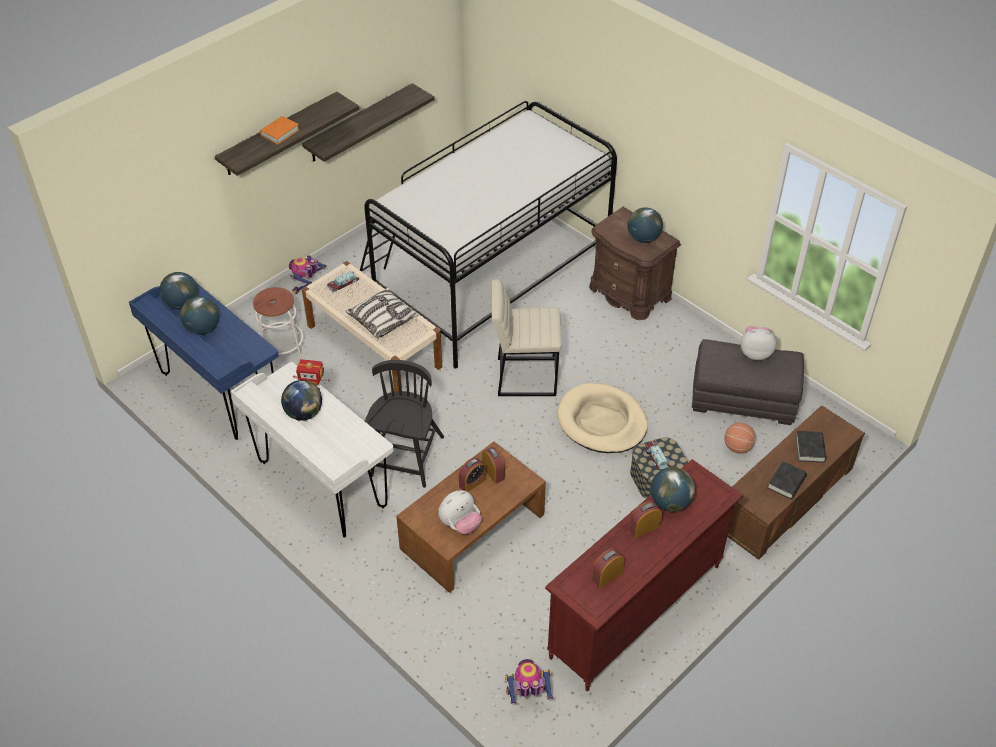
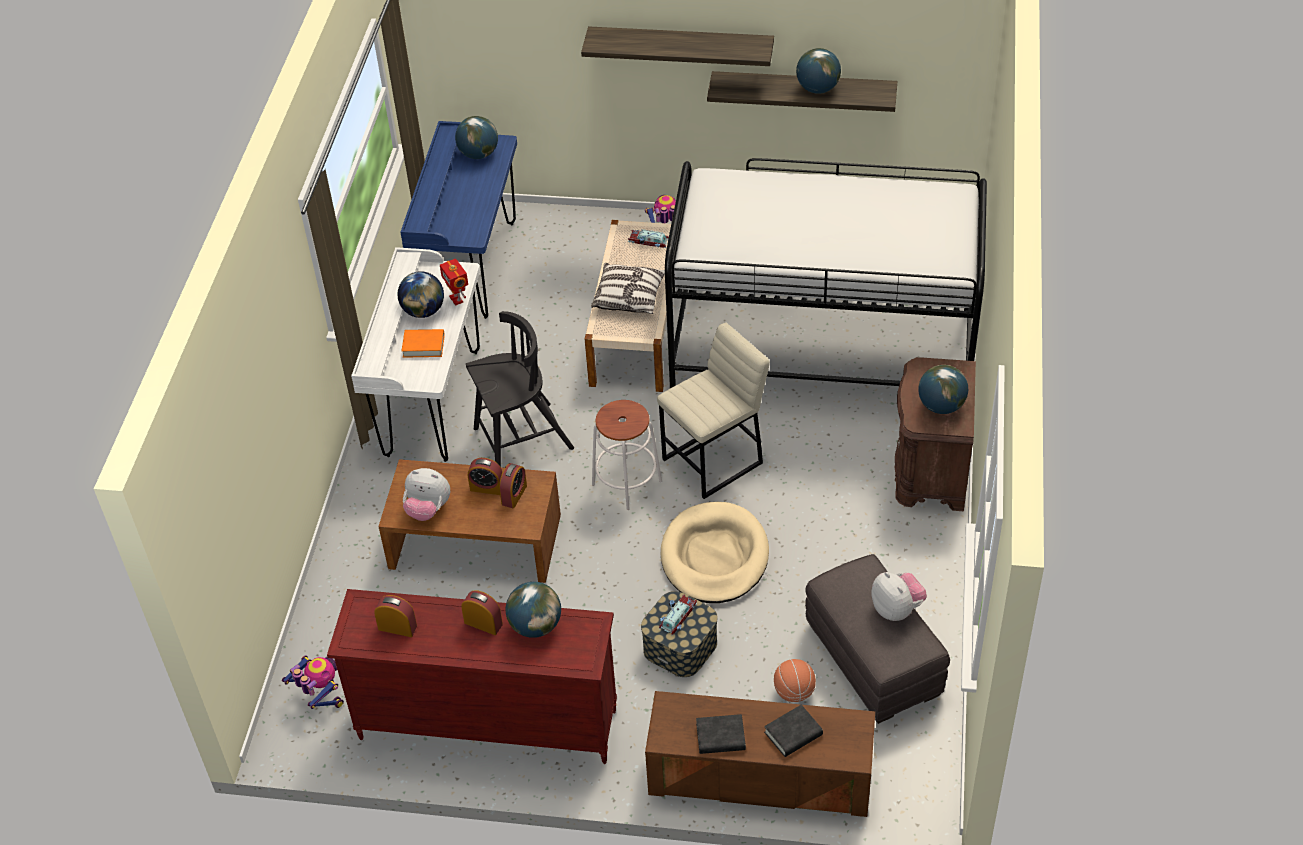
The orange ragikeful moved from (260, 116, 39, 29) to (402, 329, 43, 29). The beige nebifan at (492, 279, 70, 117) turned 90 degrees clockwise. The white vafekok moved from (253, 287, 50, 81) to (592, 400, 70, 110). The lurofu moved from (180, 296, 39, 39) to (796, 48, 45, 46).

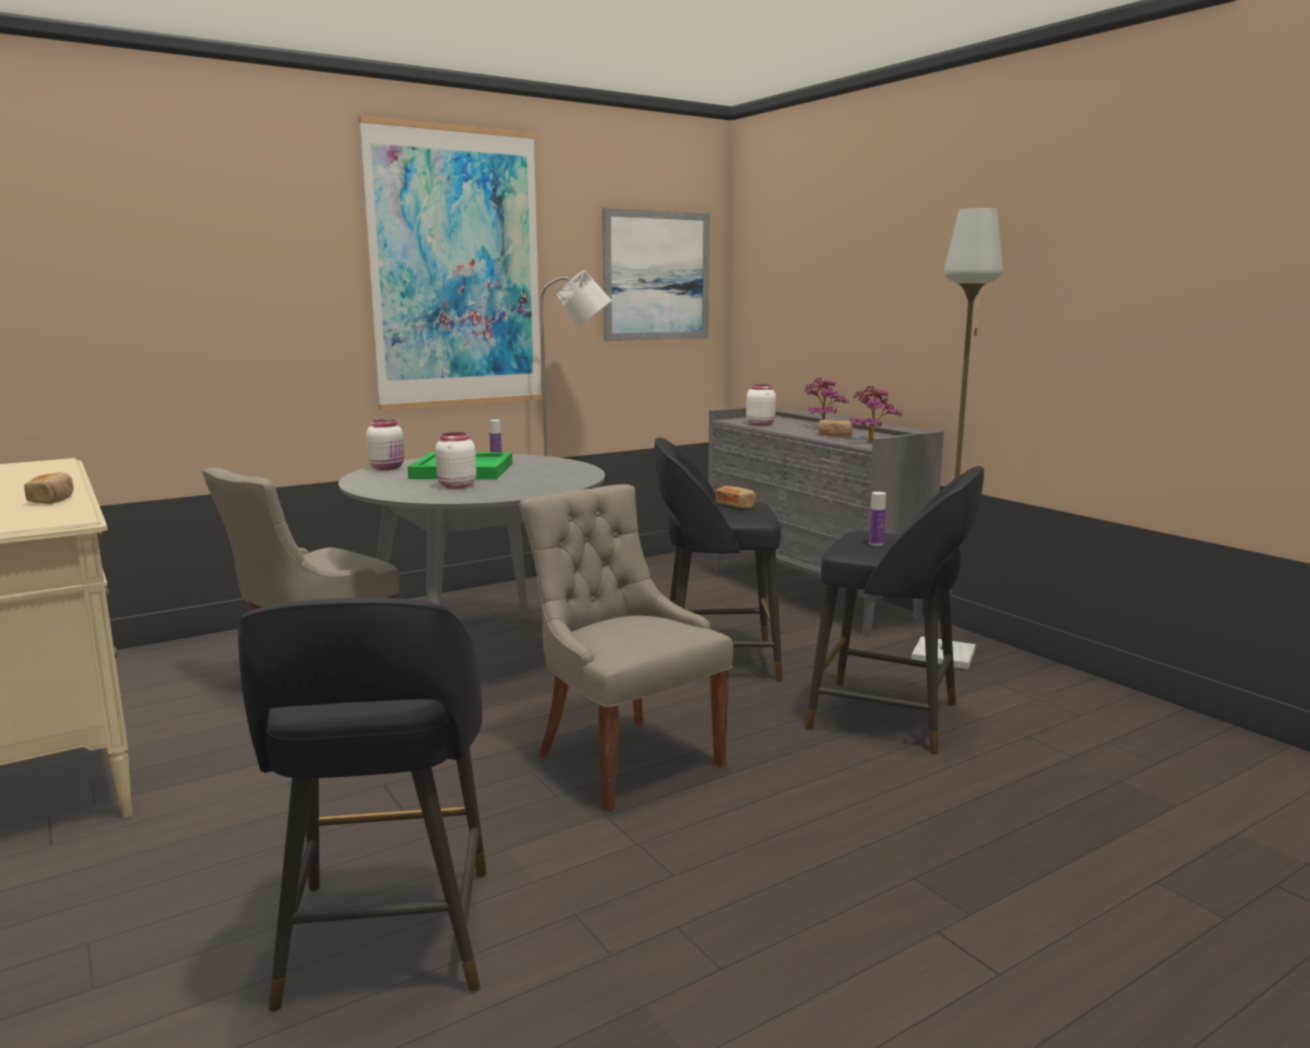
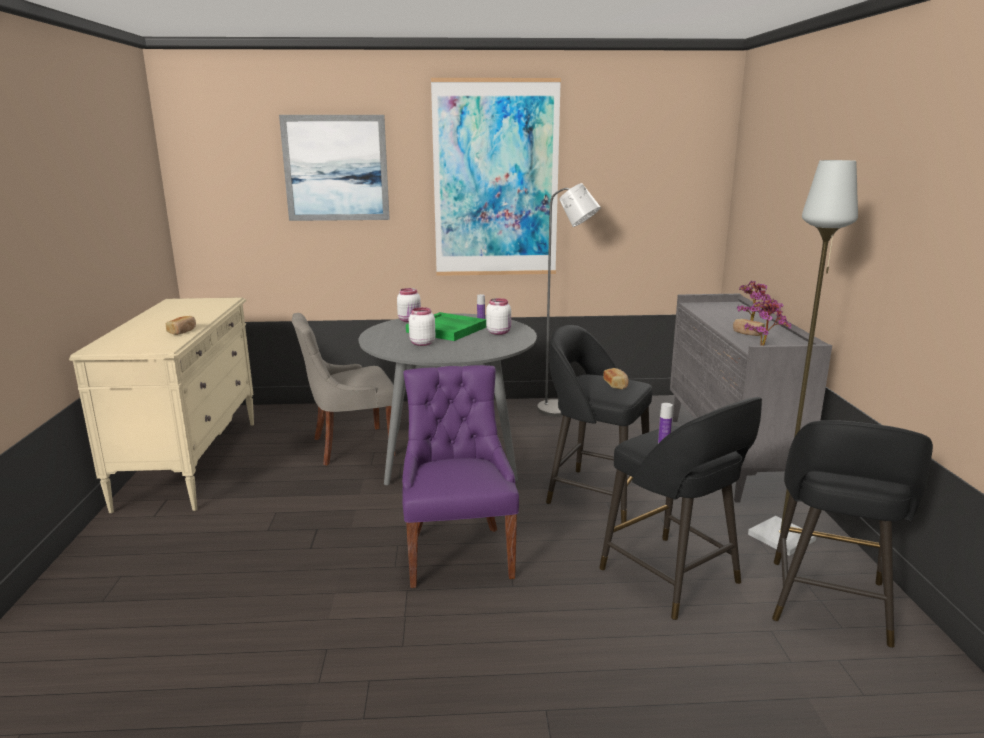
The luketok moved from (602, 208, 108, 133) to (279, 115, 111, 106). The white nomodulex moved from (746, 384, 30, 42) to (486, 298, 25, 37). The grey nebifan at (519, 484, 214, 328) became the purple nebifan at (402, 365, 117, 223). The black vafekok moved from (238, 597, 248, 415) to (772, 420, 161, 228).

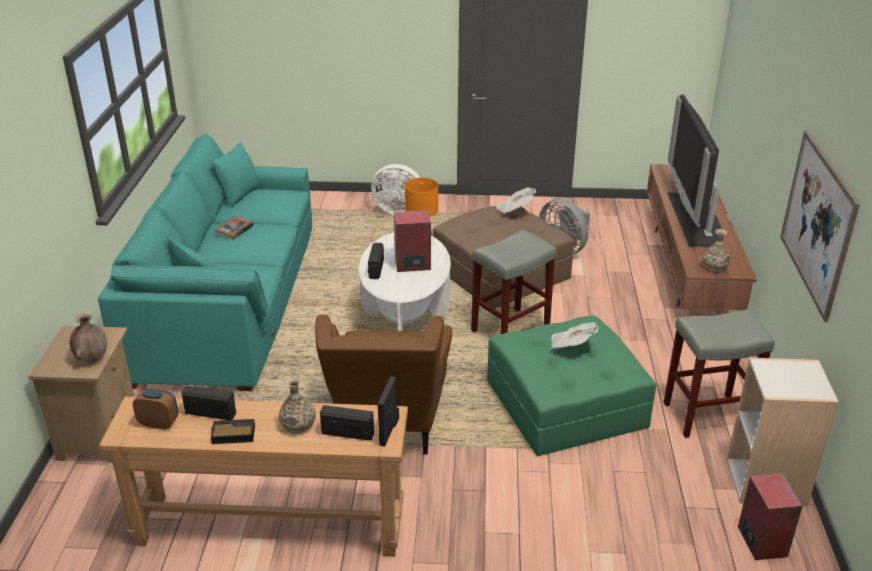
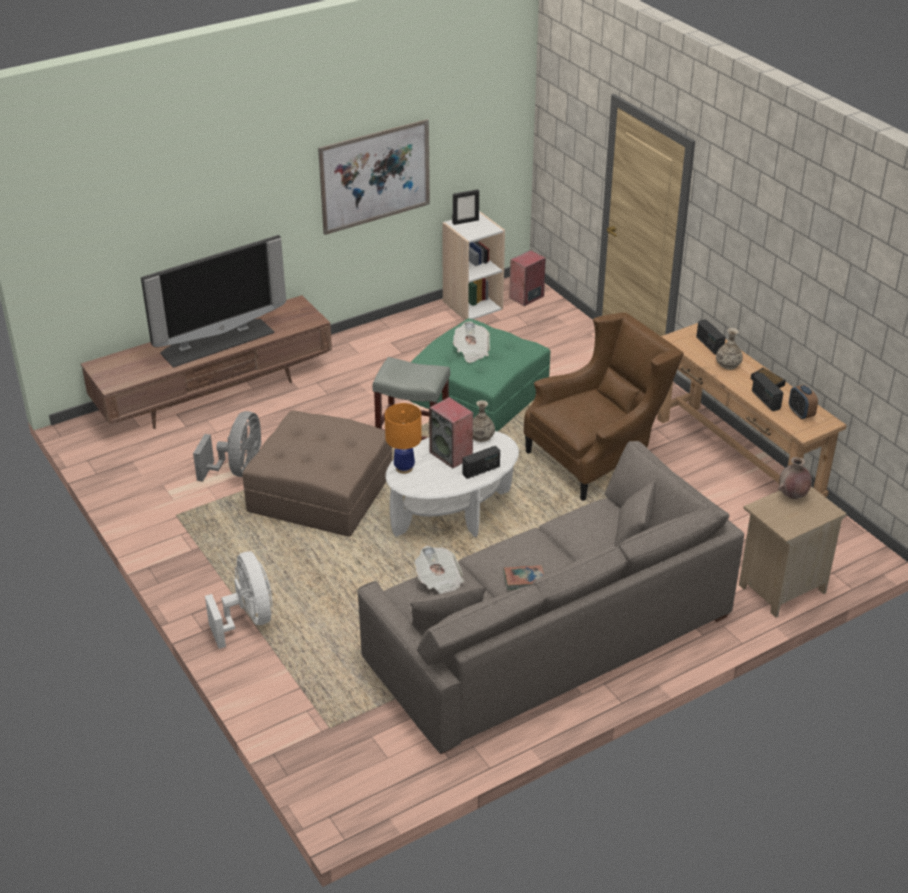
The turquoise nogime at (98, 133, 214, 258) became the grey nogime at (357, 441, 387, 313). The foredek moved from (496, 187, 40, 27) to (415, 546, 49, 48). The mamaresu moved from (703, 229, 27, 43) to (473, 400, 22, 42). The grey vafekok at (663, 309, 111, 129) disappeared. The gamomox moved from (378, 376, 21, 71) to (452, 189, 27, 36).

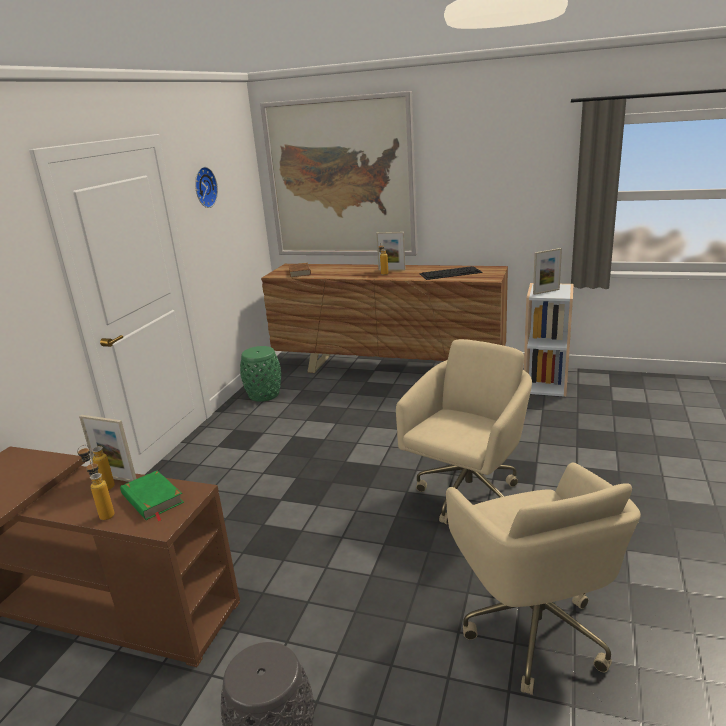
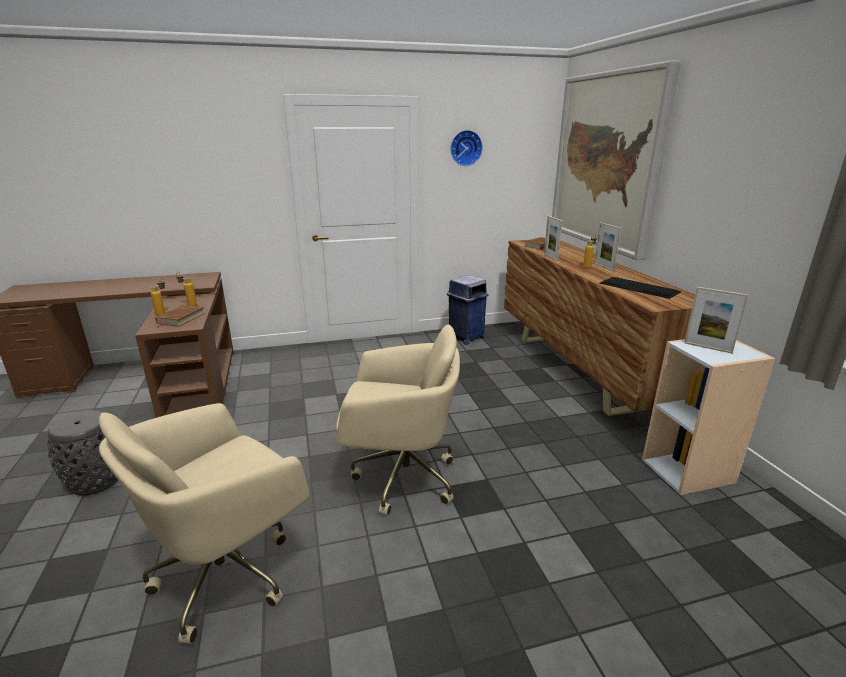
The green vafekok at (240, 346, 41, 56) was replaced by the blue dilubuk at (447, 275, 41, 70). The gamomox moved from (79, 415, 58, 67) to (544, 216, 18, 45). The green ragikeful at (120, 470, 64, 52) became the brown ragikeful at (155, 305, 50, 23).

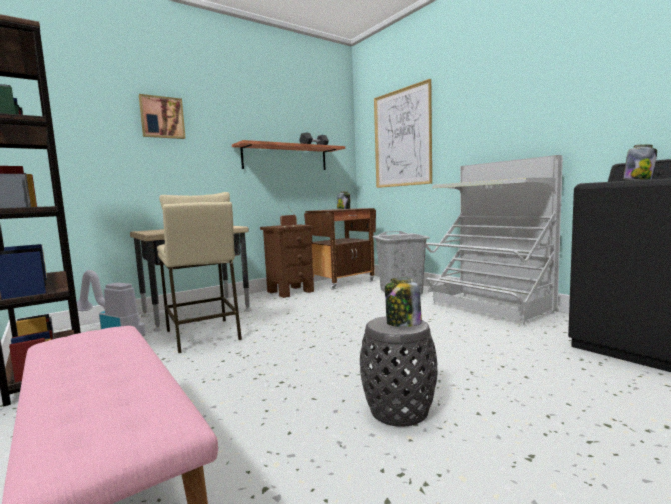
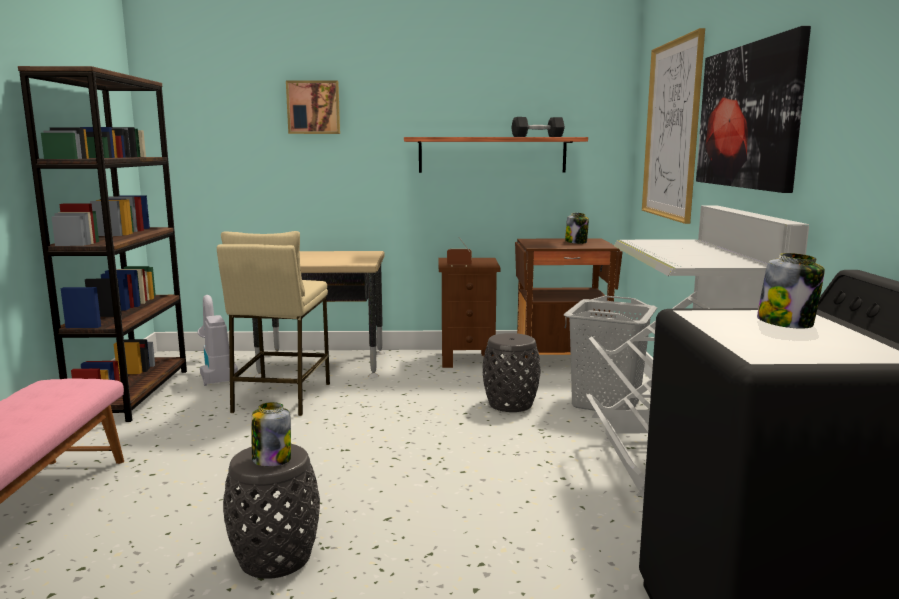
The luketok at (696, 26, 115, 167) appeared. The grey vafekok at (483, 333, 58, 79) appeared.

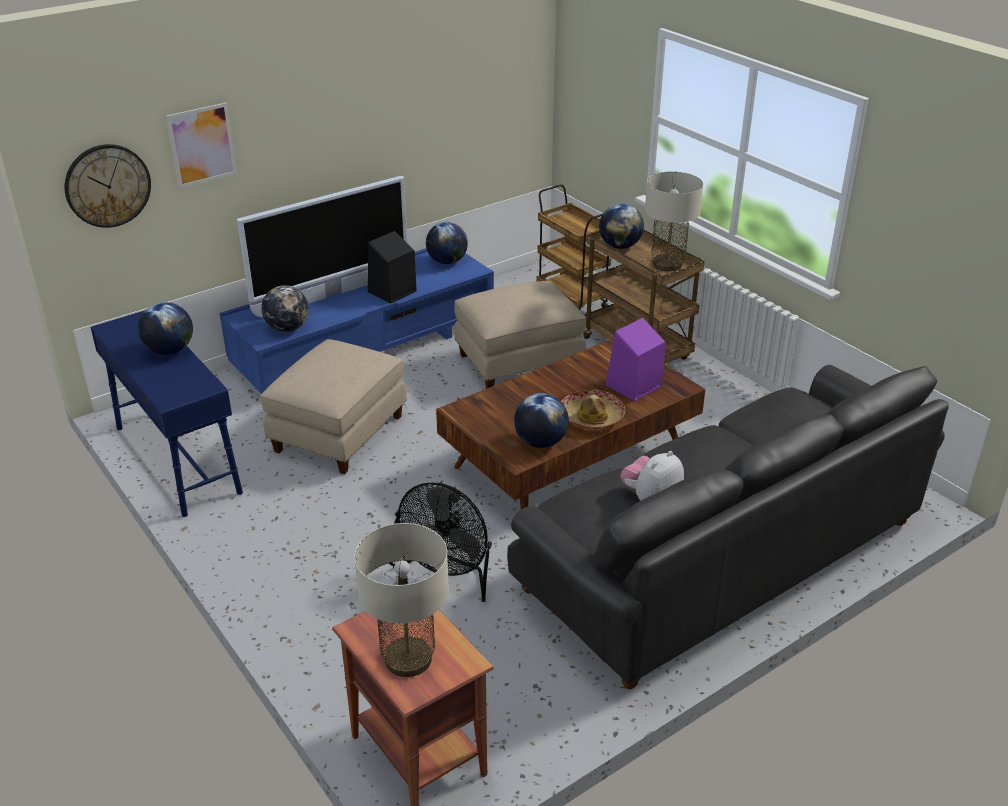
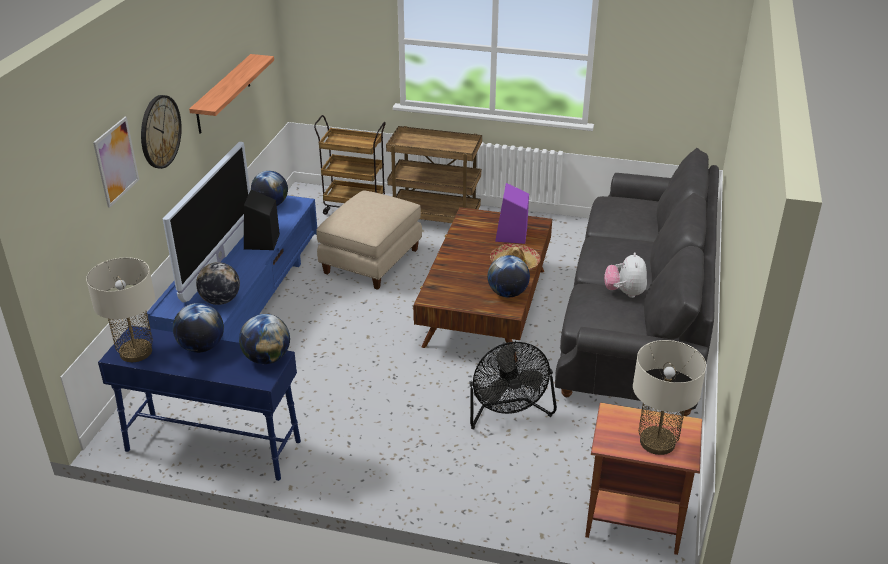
The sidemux moved from (64, 144, 87, 84) to (141, 95, 41, 74). The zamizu moved from (645, 171, 58, 100) to (86, 257, 69, 105). The lurofu moved from (599, 204, 45, 45) to (239, 314, 51, 50). The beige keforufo at (261, 339, 146, 135) disappeared. The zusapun at (189, 54, 85, 80) appeared.

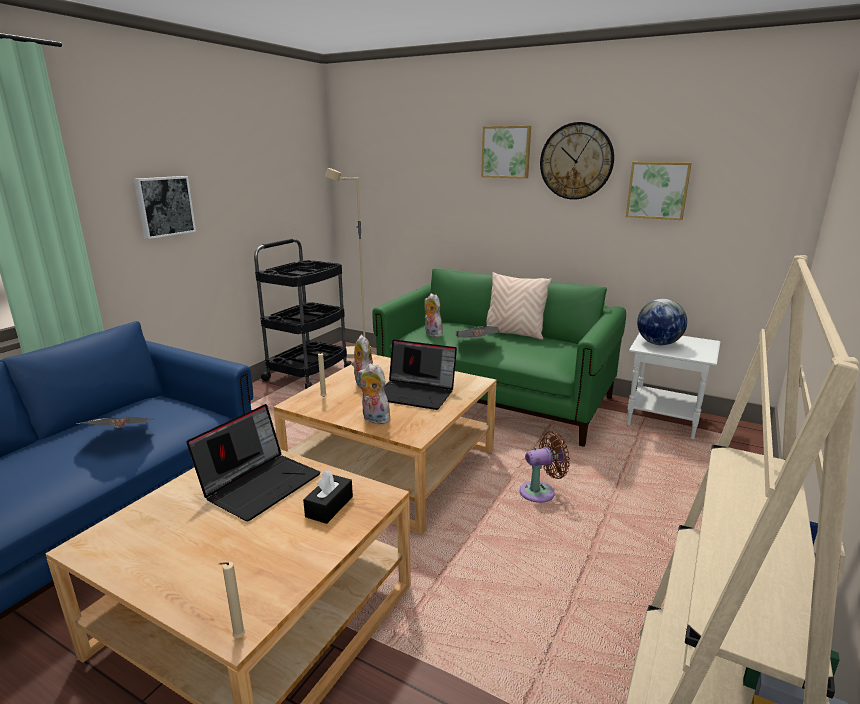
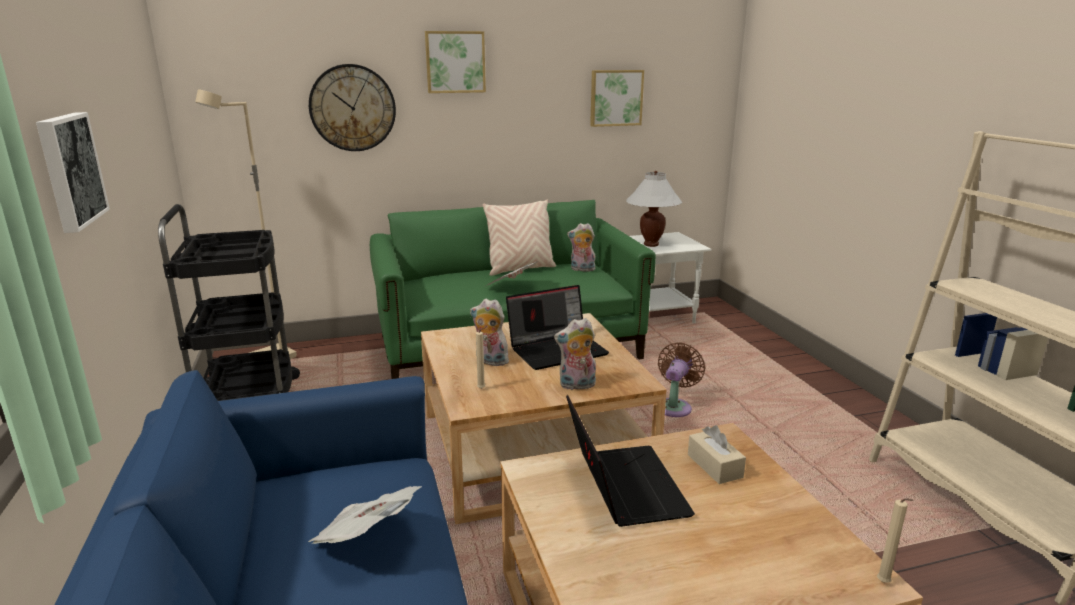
The sidemux moved from (540, 122, 74, 78) to (309, 64, 87, 87). The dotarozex moved from (424, 293, 19, 44) to (567, 223, 28, 49). The lurofu at (637, 299, 50, 46) was replaced by the white zamizu at (626, 171, 56, 76). The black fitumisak at (303, 470, 50, 54) became the beige fitumisak at (688, 425, 58, 59).

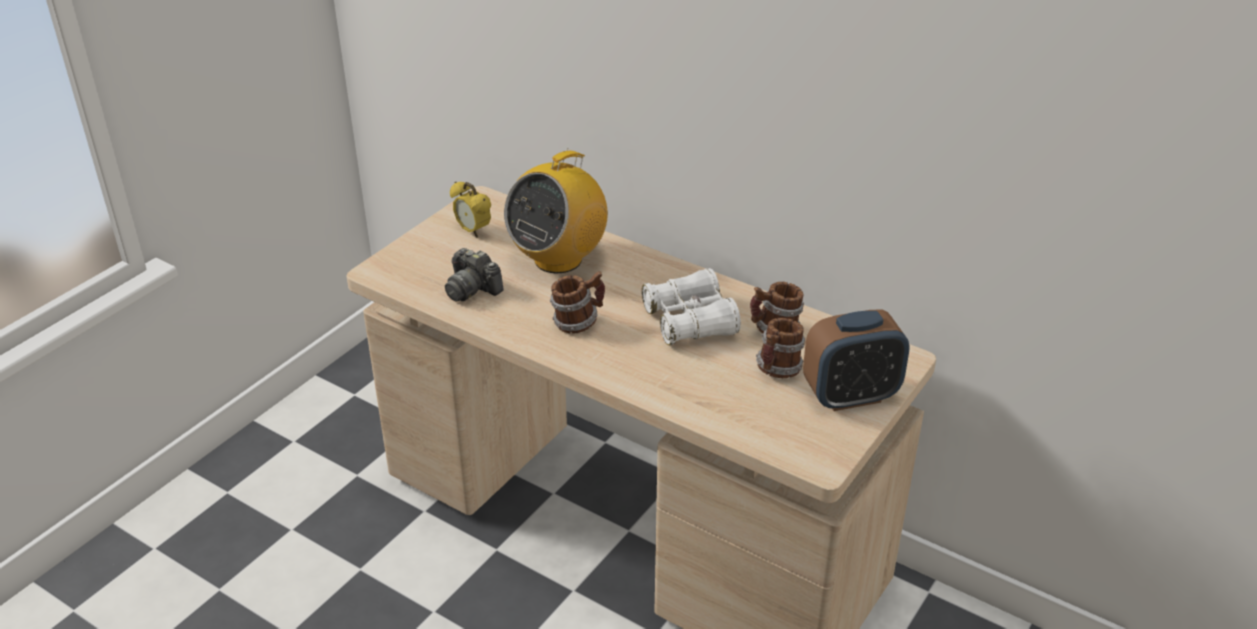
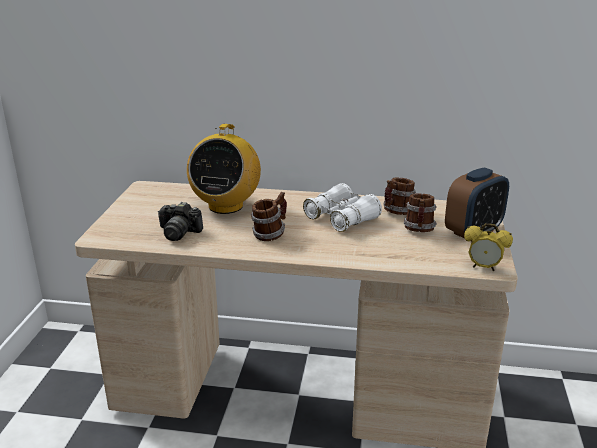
The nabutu moved from (450, 182, 41, 55) to (464, 223, 49, 48).

